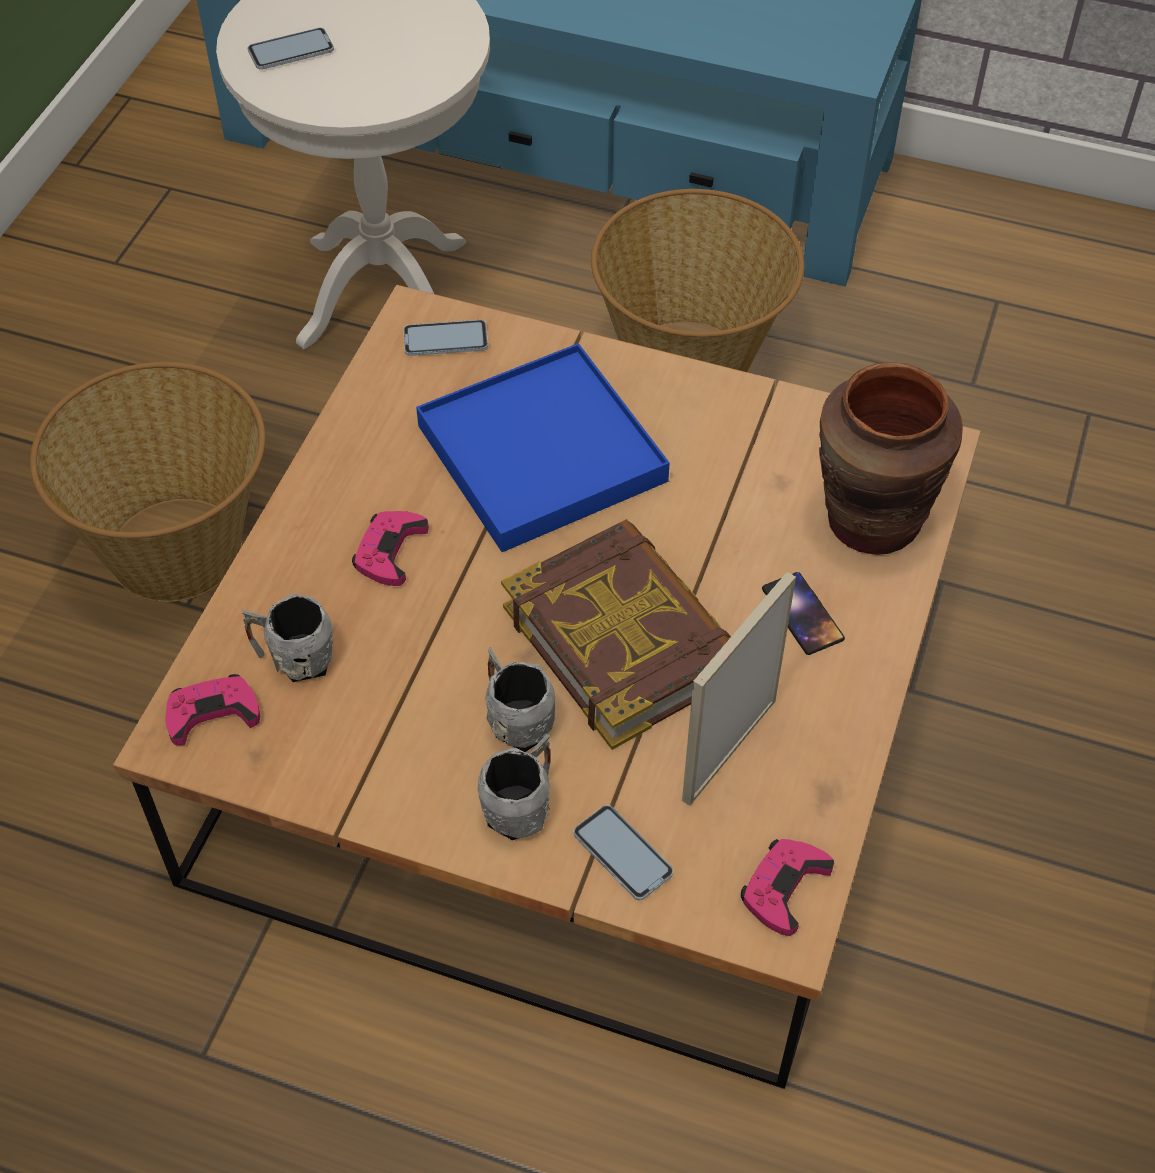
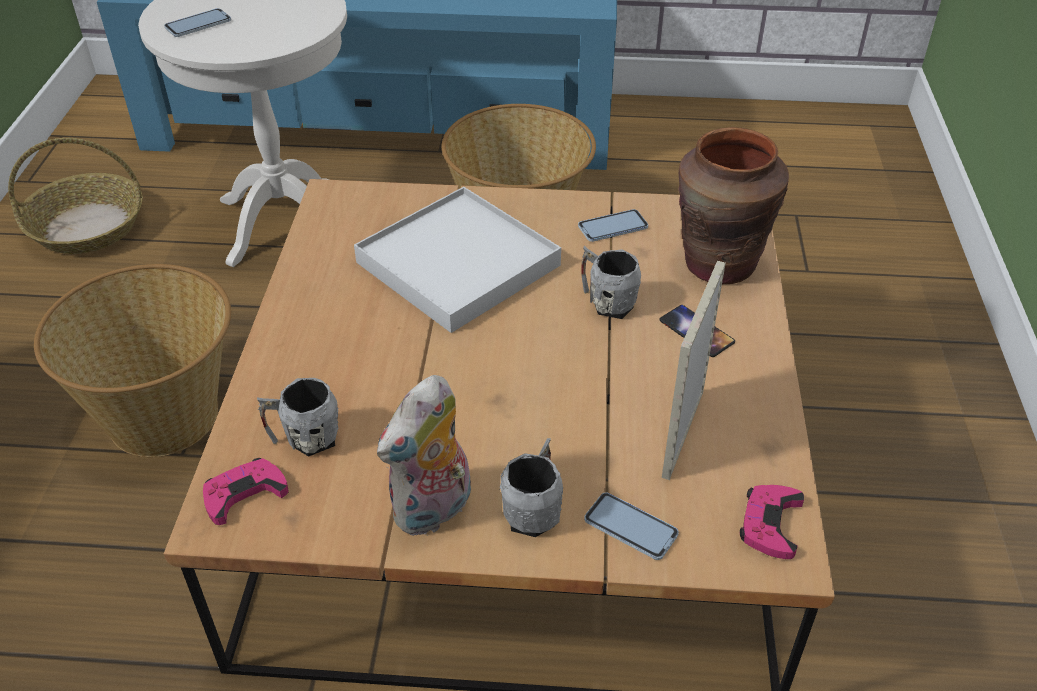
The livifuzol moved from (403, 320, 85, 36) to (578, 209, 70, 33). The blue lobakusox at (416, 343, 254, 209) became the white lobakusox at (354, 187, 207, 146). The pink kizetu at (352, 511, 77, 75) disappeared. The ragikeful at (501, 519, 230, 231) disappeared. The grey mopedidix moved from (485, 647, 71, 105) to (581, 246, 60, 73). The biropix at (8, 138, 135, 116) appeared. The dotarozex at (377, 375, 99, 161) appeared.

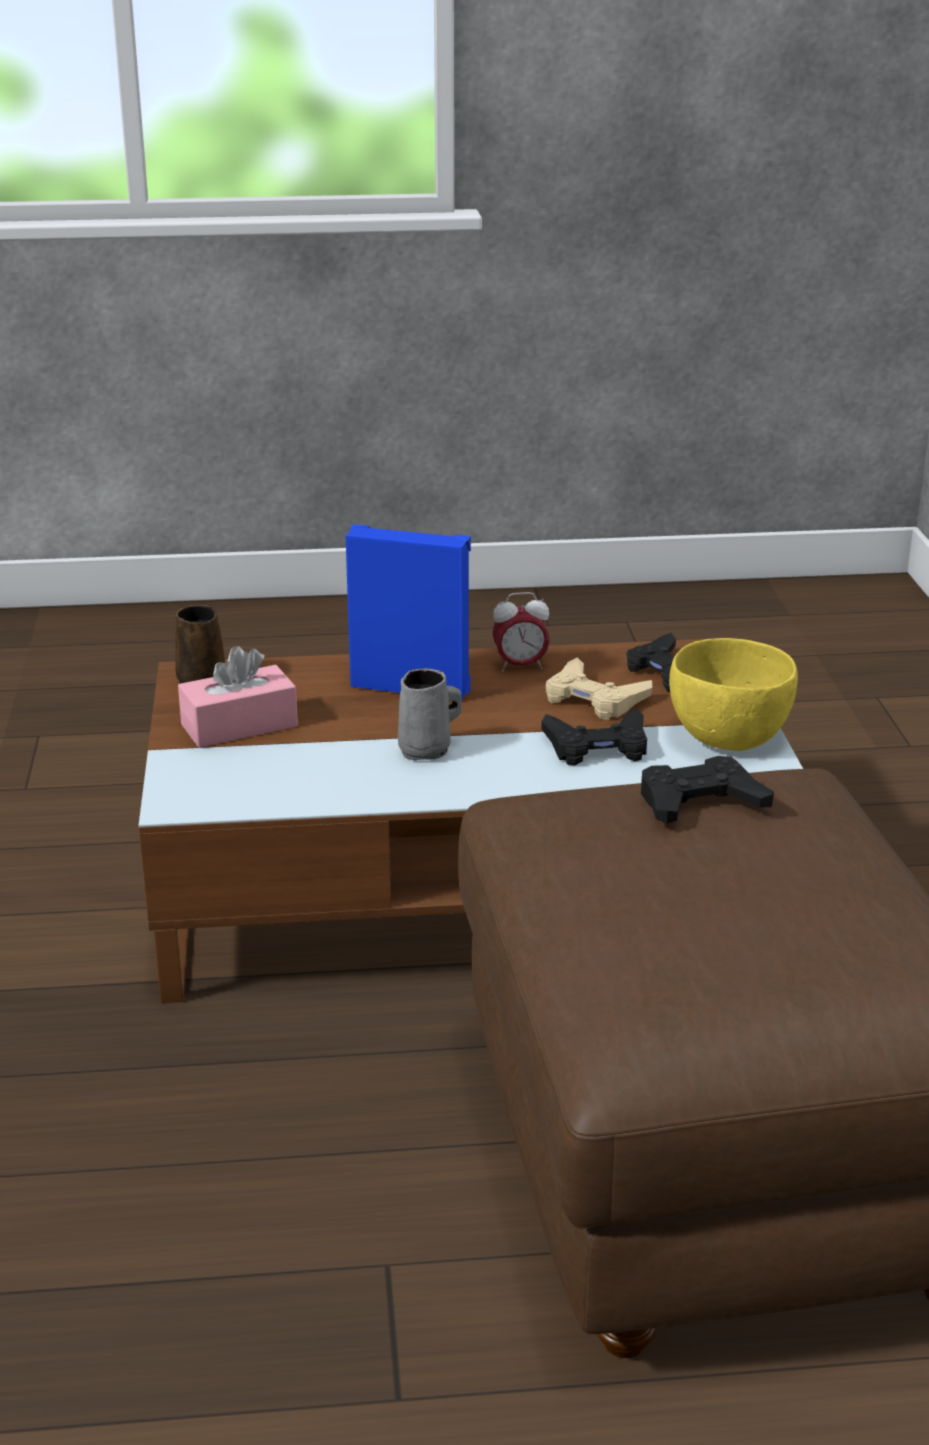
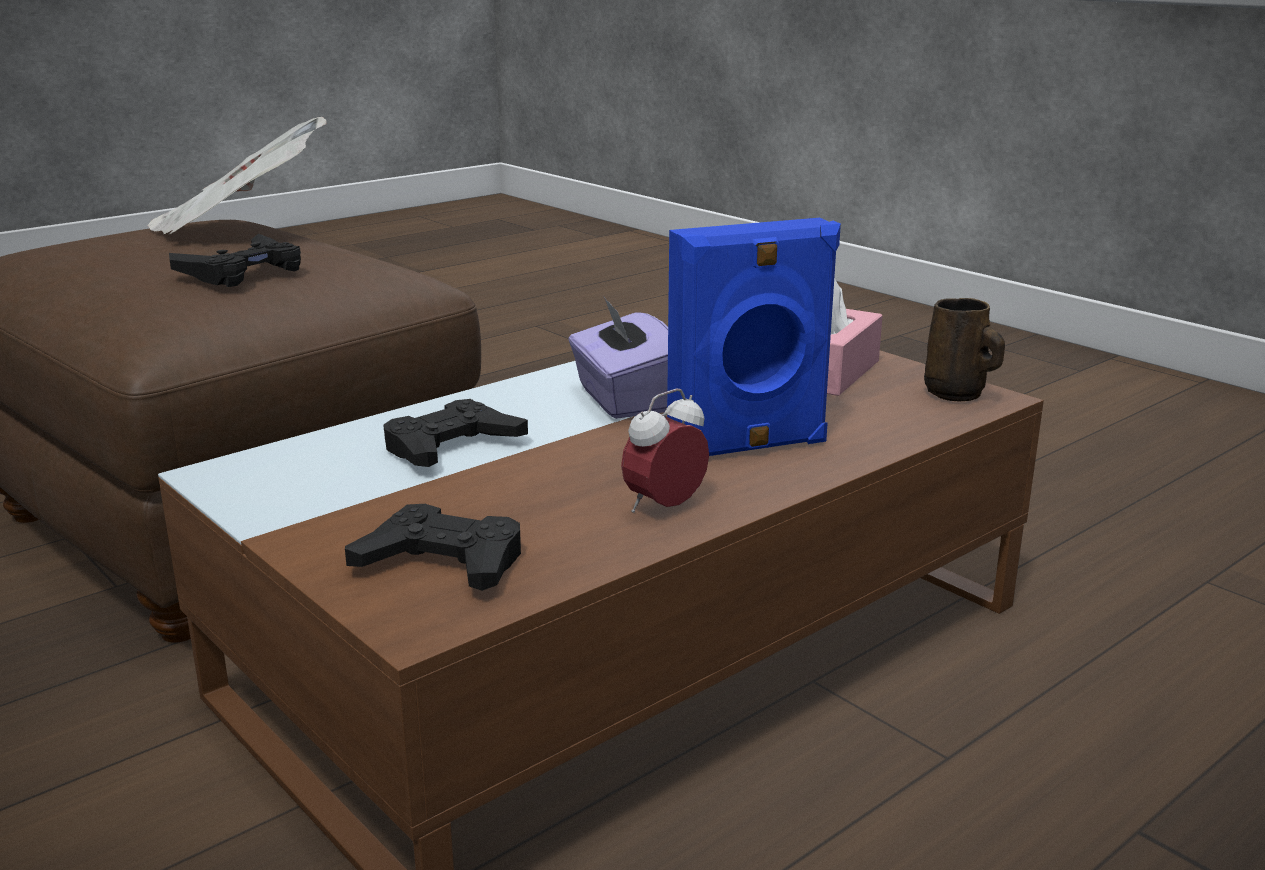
The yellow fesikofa at (669, 638, 129, 113) disappeared. The beige kizetu at (546, 658, 106, 62) disappeared. The grey mopedidix at (398, 668, 64, 93) was replaced by the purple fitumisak at (569, 297, 99, 122). The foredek at (147, 117, 179, 118) appeared.

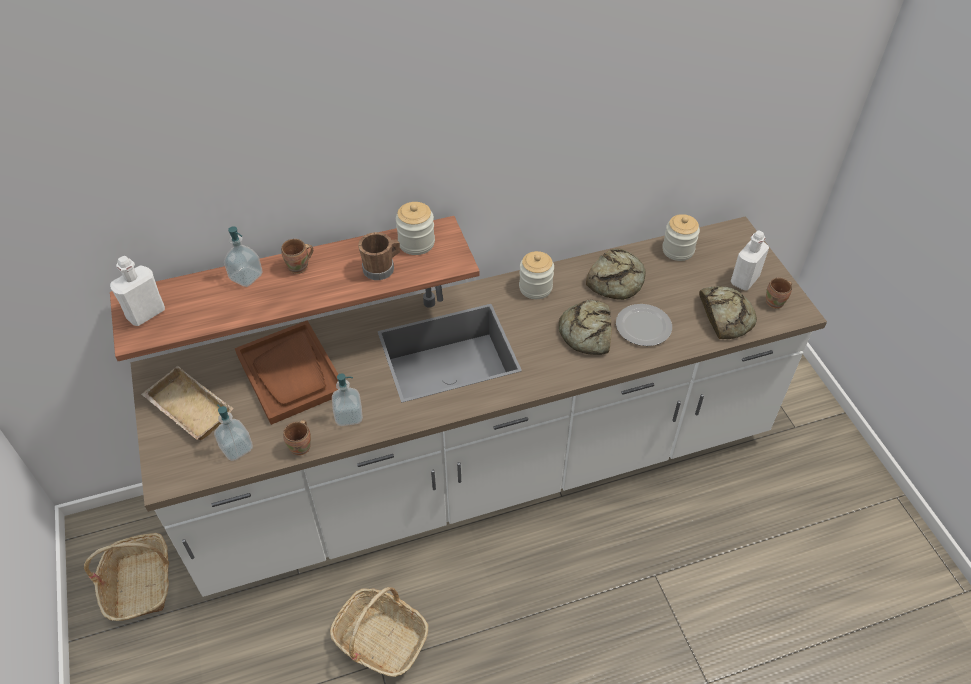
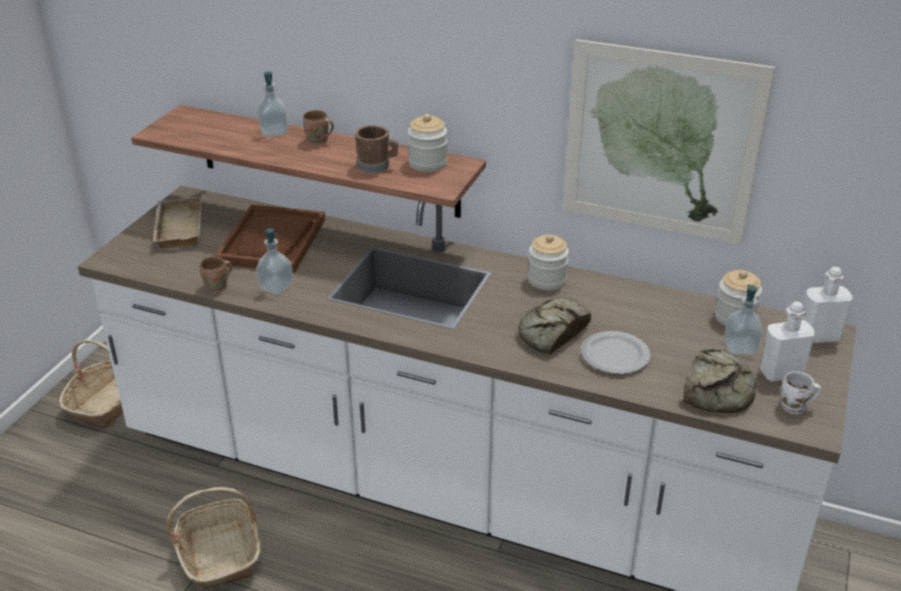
The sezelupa at (586, 248, 59, 52) disappeared. The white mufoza moved from (110, 256, 55, 70) to (802, 267, 51, 76). The brown mopedidix at (766, 278, 26, 31) became the white mopedidix at (781, 371, 40, 43). The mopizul moved from (214, 405, 39, 56) to (724, 284, 38, 71). The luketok at (563, 39, 213, 205) appeared.

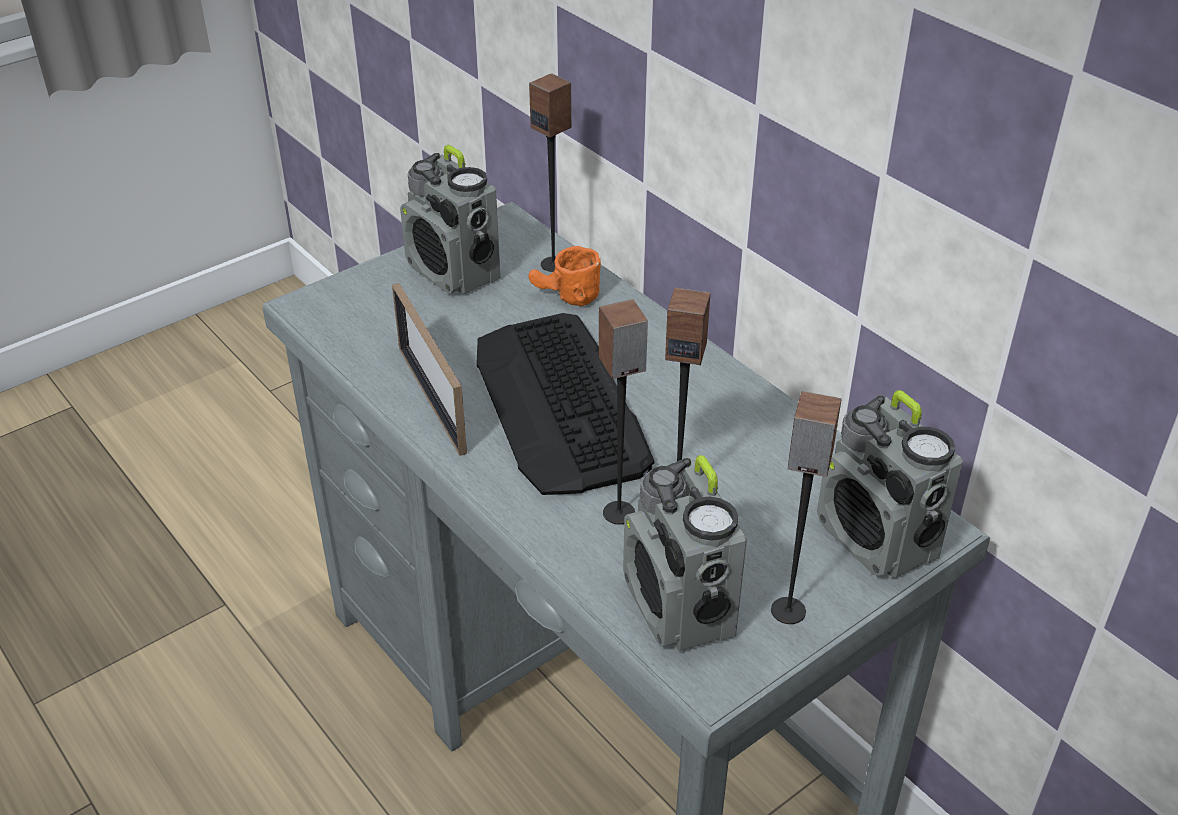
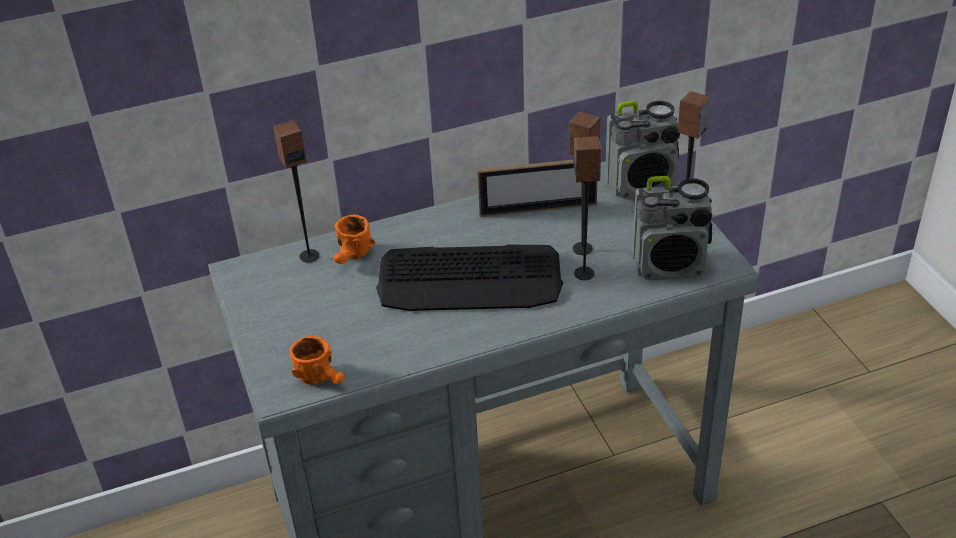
The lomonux at (400, 145, 100, 150) disappeared. The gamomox moved from (392, 283, 75, 173) to (477, 160, 120, 57). The orange mopedidix at (289, 336, 55, 49) appeared.

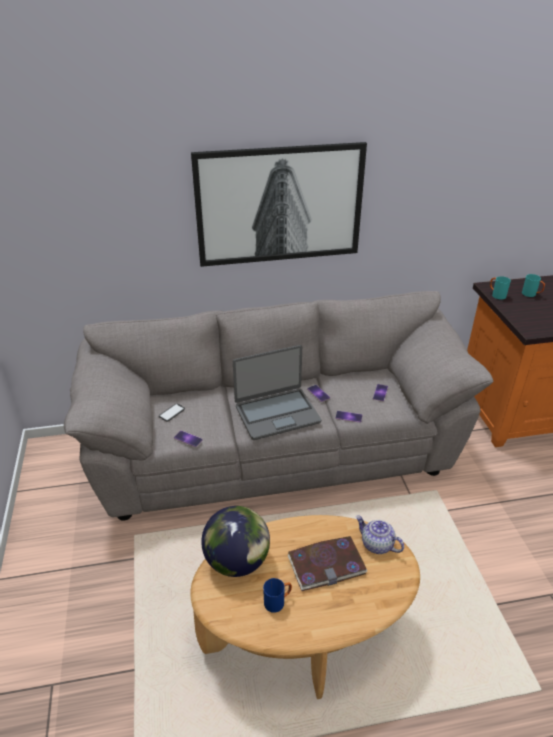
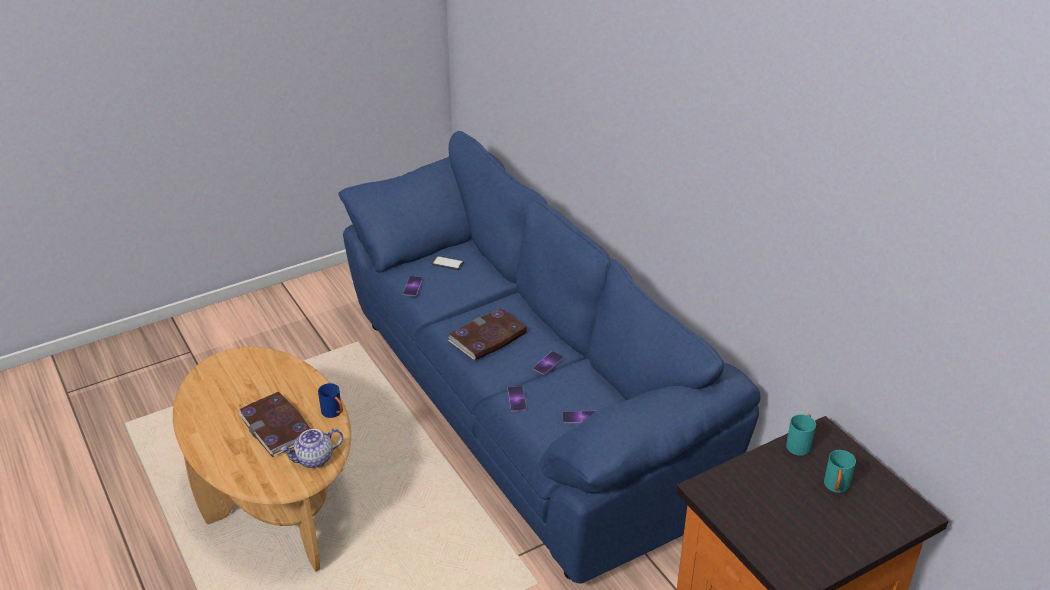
The luketok at (191, 142, 176, 125) disappeared. The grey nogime at (64, 291, 429, 230) became the blue nogime at (338, 131, 422, 452). The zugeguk at (233, 345, 88, 95) was replaced by the ragikeful at (448, 308, 79, 53). The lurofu at (201, 506, 69, 71) disappeared. The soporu at (356, 515, 48, 39) turned 135 degrees counterclockwise. The blue mopedidix moved from (263, 578, 29, 35) to (318, 383, 25, 35).

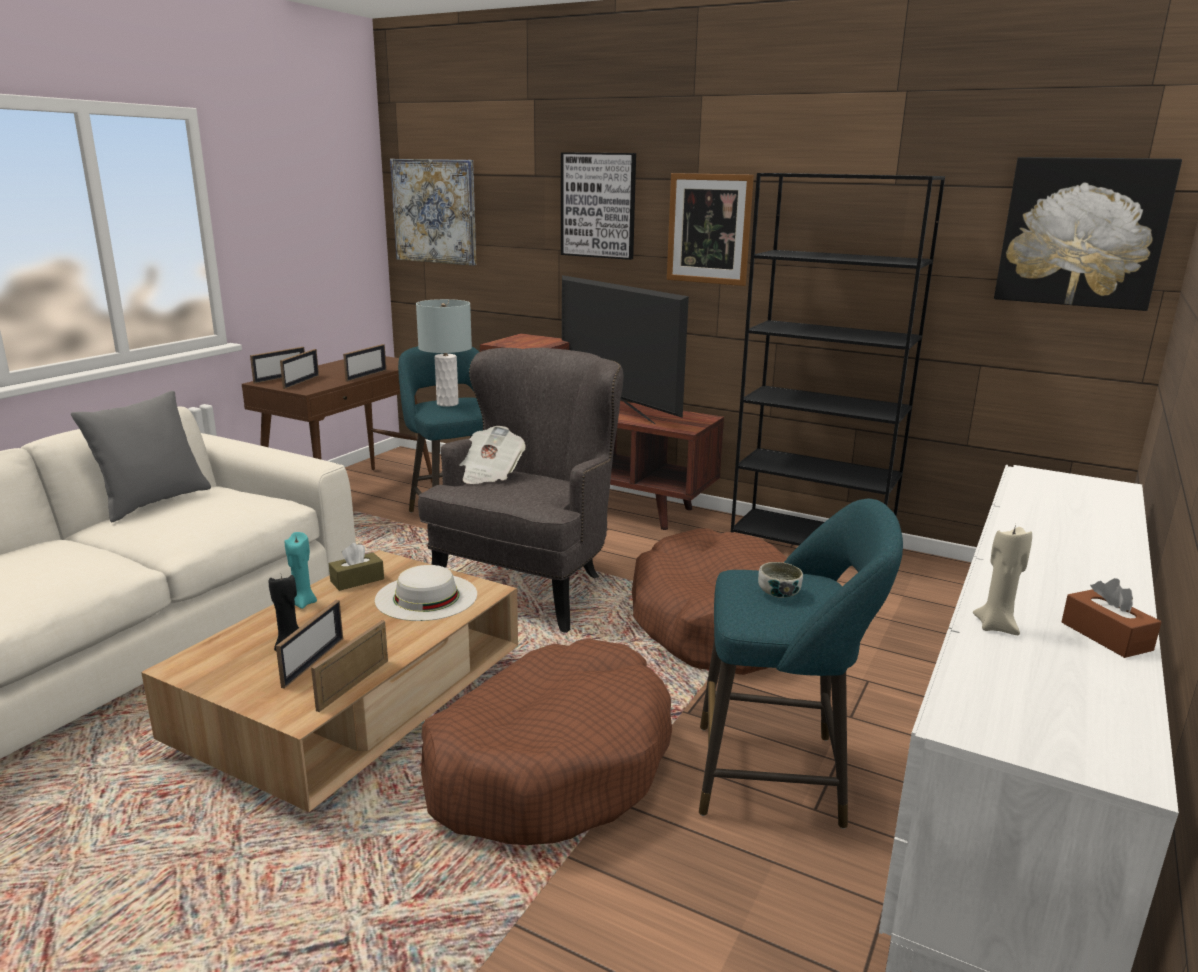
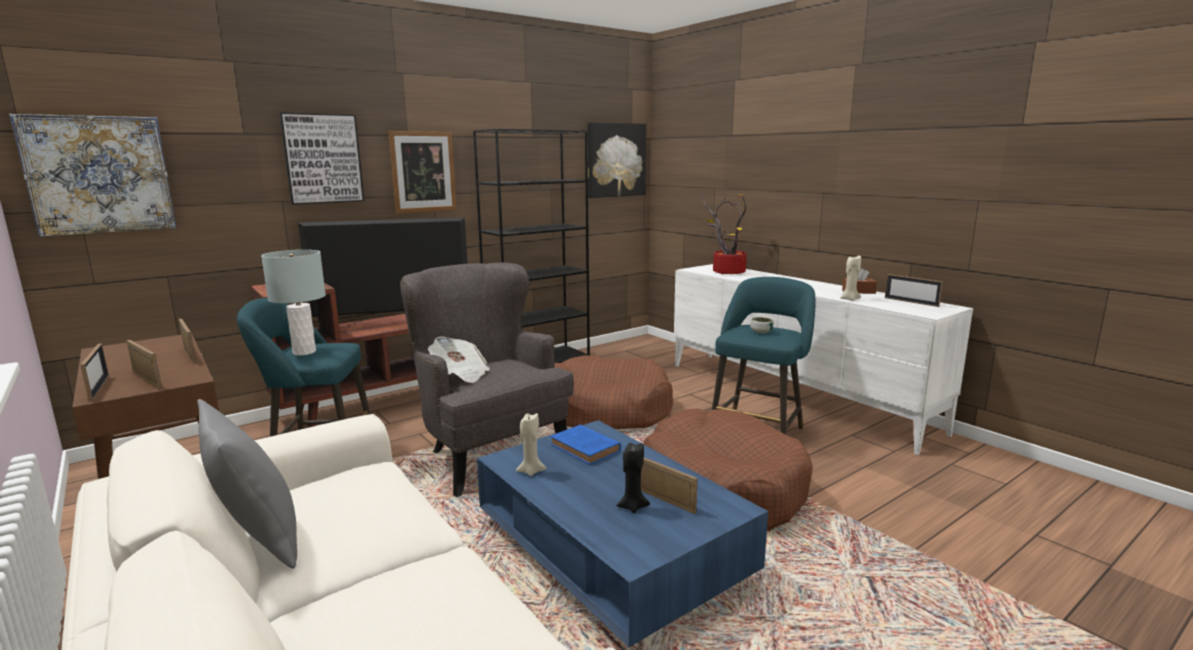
The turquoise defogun at (285, 532, 32, 77) disappeared. The brown fitumisak at (329, 543, 55, 48) was replaced by the beige defogun at (516, 413, 30, 63). The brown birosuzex at (141, 550, 377, 262) became the blue birosuzex at (477, 420, 291, 227). The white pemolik at (375, 565, 102, 56) was replaced by the blue ragikeful at (550, 425, 71, 40). The gamomox moved from (311, 620, 77, 92) to (885, 274, 58, 33). The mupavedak at (702, 191, 45, 83) appeared.

